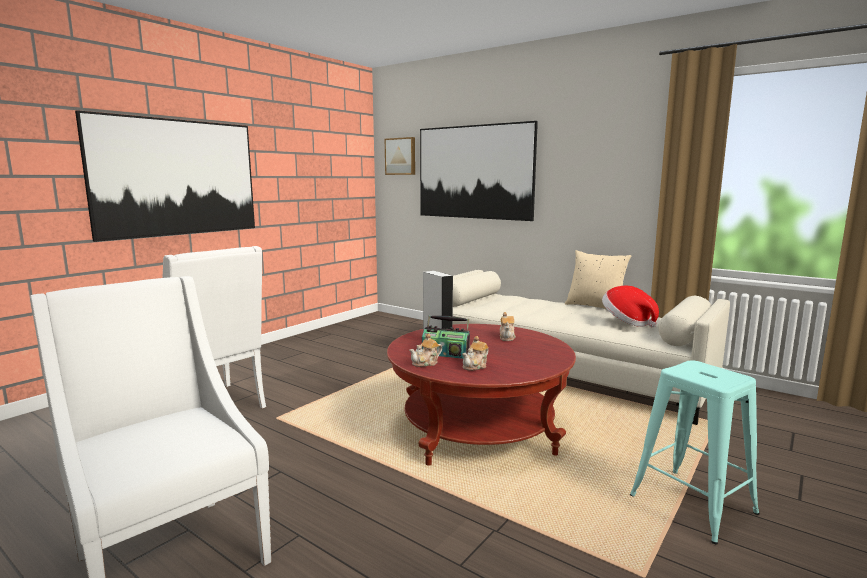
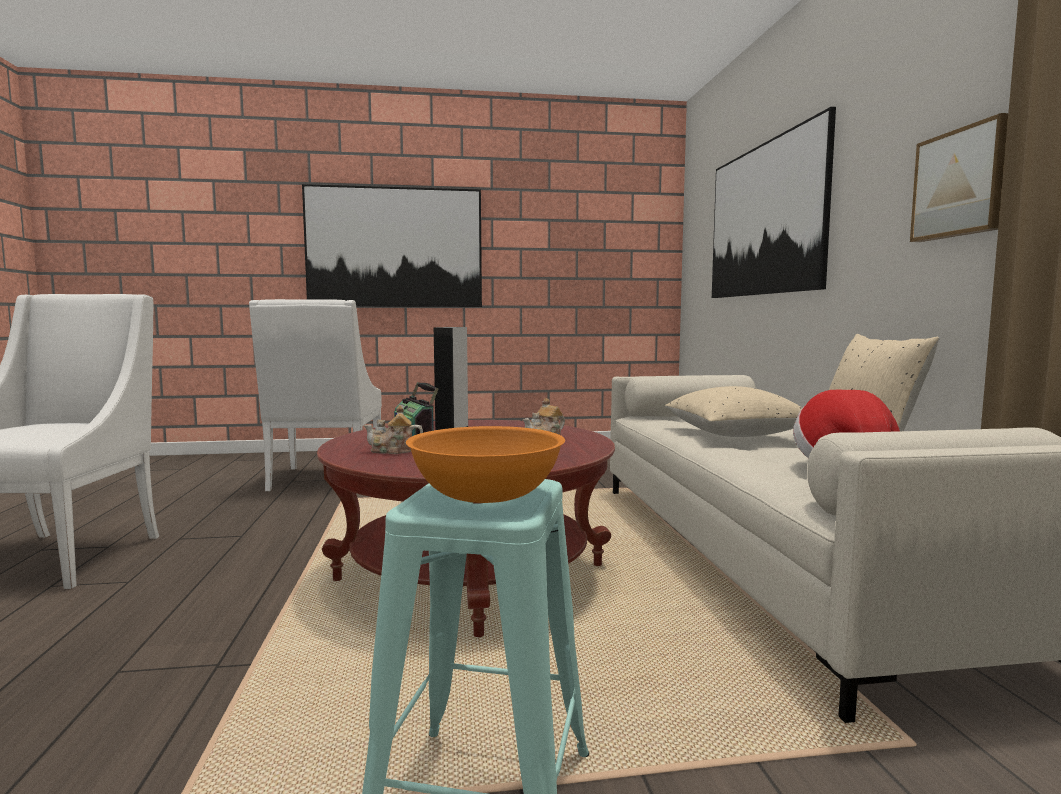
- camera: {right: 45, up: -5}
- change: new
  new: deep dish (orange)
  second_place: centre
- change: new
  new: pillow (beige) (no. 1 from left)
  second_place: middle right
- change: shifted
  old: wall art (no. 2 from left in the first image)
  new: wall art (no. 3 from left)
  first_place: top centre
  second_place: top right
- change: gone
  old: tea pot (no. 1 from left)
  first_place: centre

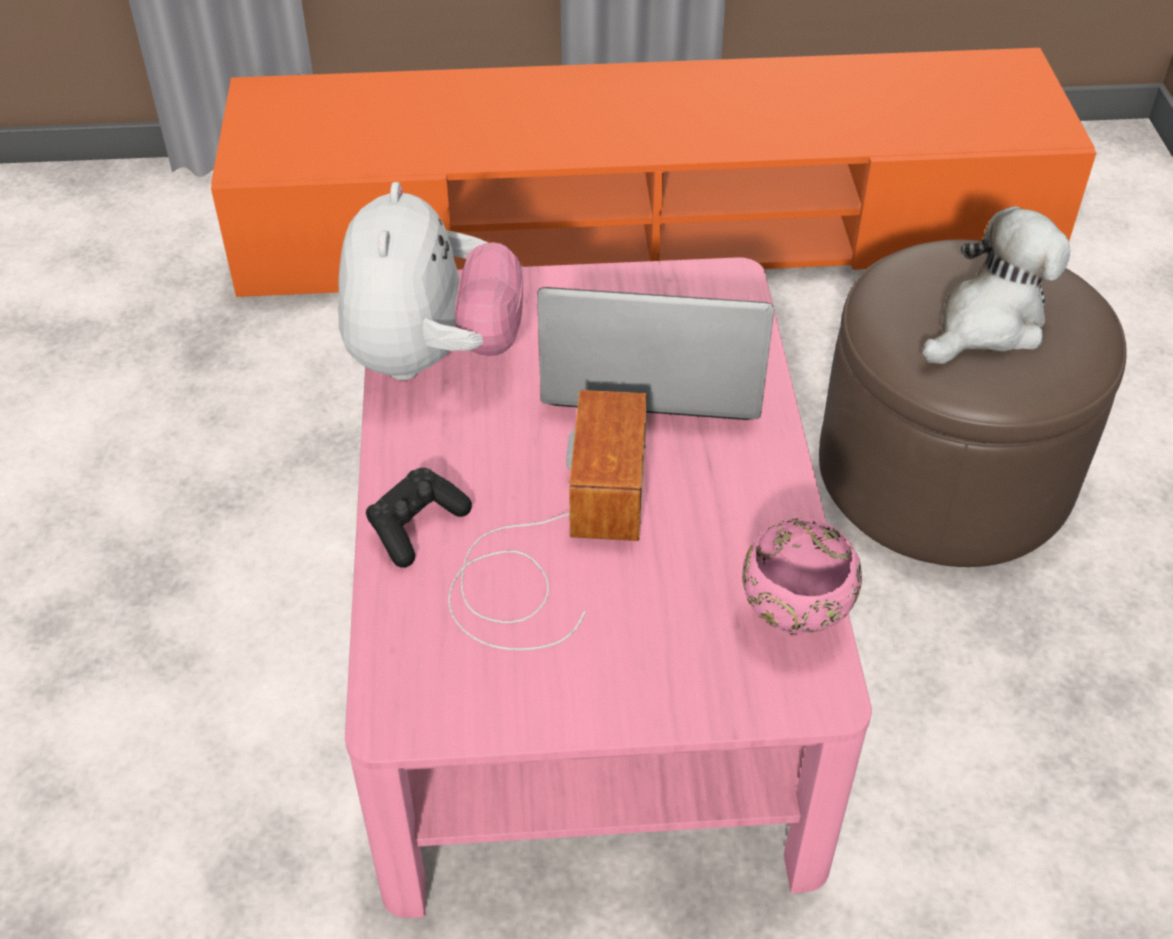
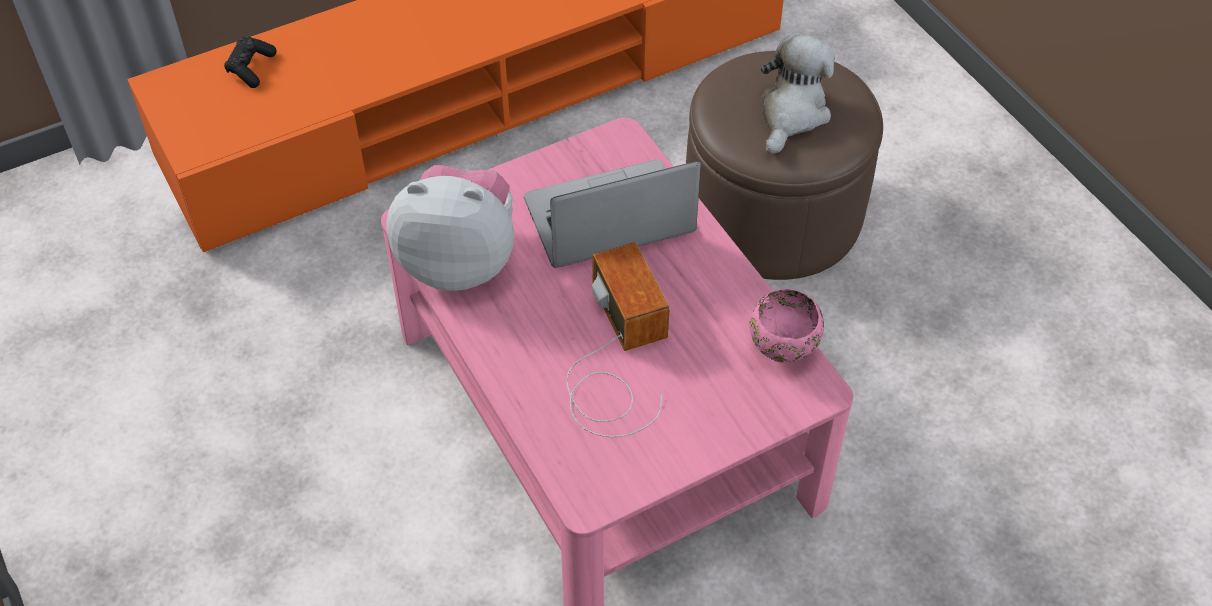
- camera: {right: -25, up: 5}
- change: shifted
  old: game controller (black)
  first_place: centre
  second_place: top left
- change: rotated
  old: cuddly toy (no. 1 from left)
  first_place: top centre
  second_place: centre
  degrees: -60

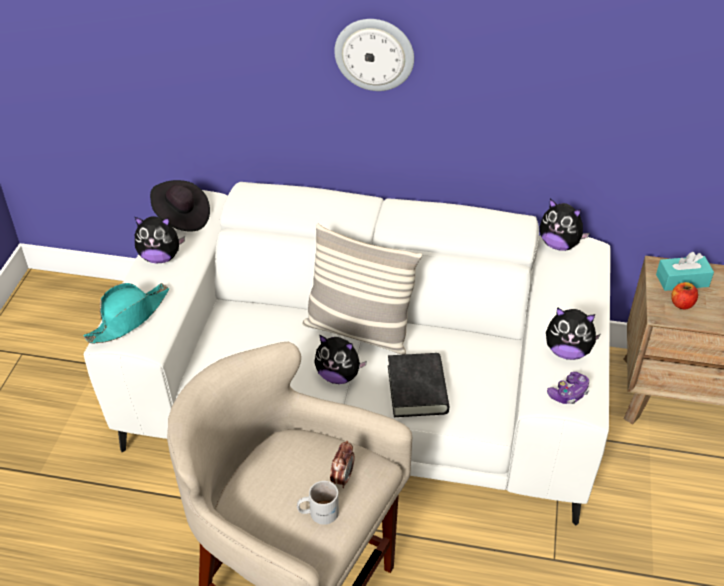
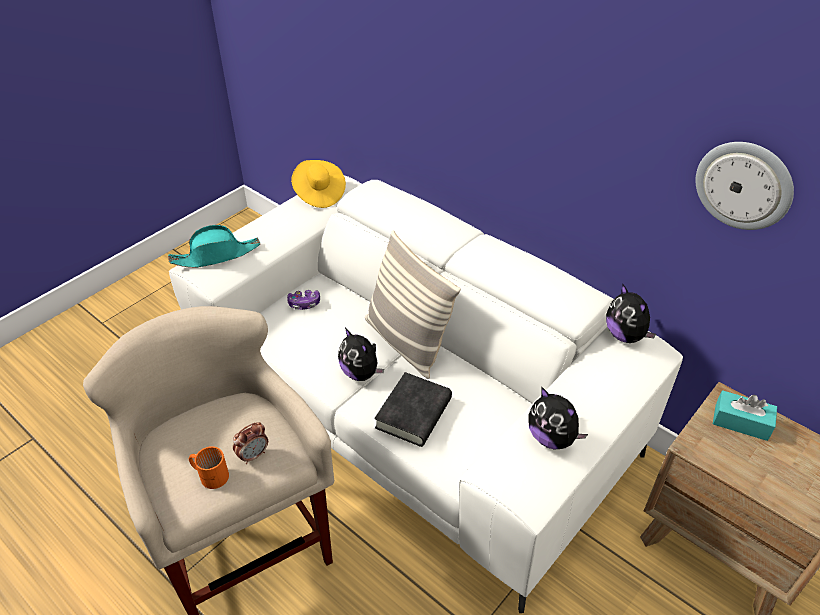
- camera: {right: 30, up: 0}
- change: repainted
  old: coffee mug (whitish)
  new: coffee mug (orange)
  first_place: bottom centre
  second_place: bottom left
- change: shifted
  old: game controller
  first_place: middle right
  second_place: centre
- change: repainted
  old: hat (black)
  new: hat (yellow-coloured)
  first_place: middle left
  second_place: top centre
- change: shifted
  old: hanging clock
  first_place: top centre
  second_place: top right
- change: gone
  old: cuddly toy (no. 1 from left)
  first_place: middle left
- change: gone
  old: apple fruit
  first_place: middle right

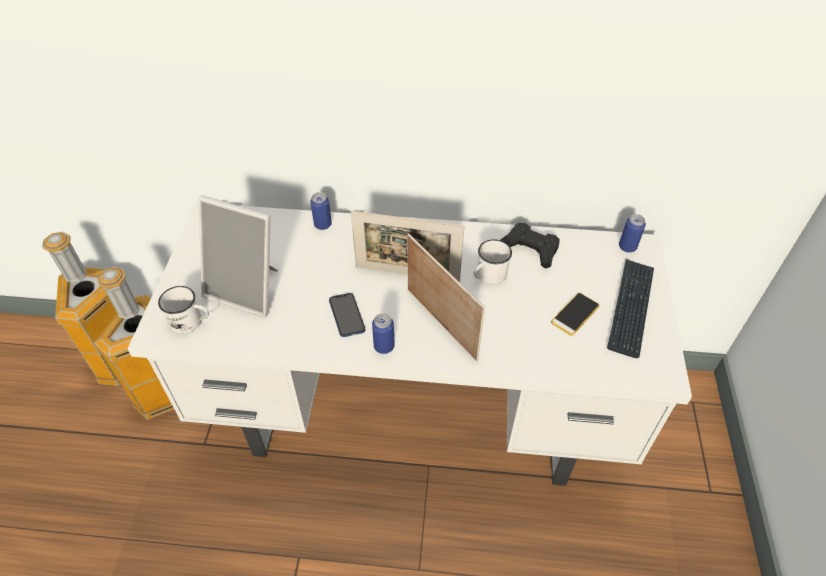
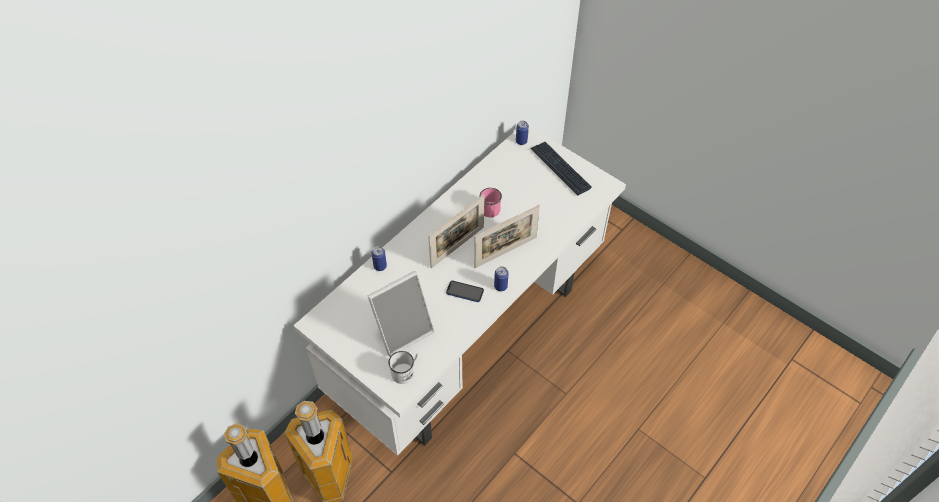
- camera: {right: -55, up: 5}
- change: rotated
  old: photo frame (no. 3 from left)
  first_place: centre
  second_place: centre
  degrees: 150
- change: repainted
  old: coffee mug (whitish) (no. 2 from left)
  new: coffee mug (pinkish)
  first_place: centre
  second_place: centre
- change: gone
  old: game controller (black)
  first_place: centre
- change: gone
  old: handset (no. 2 from left)
  first_place: middle right

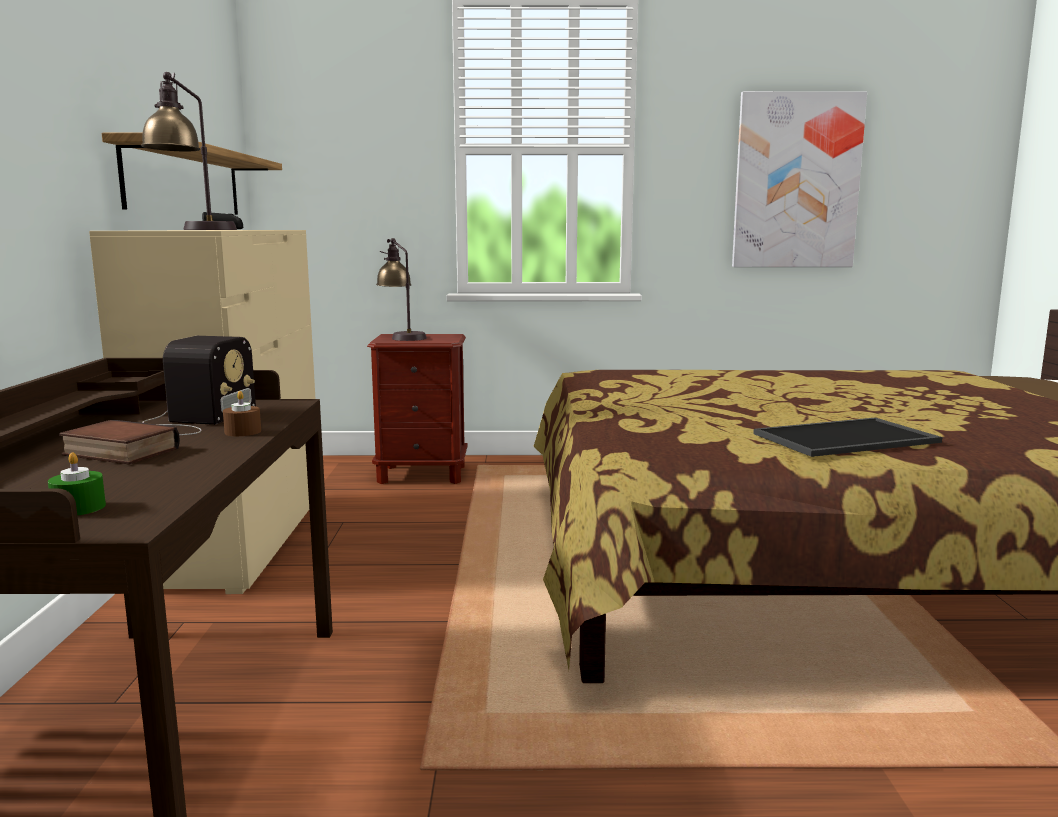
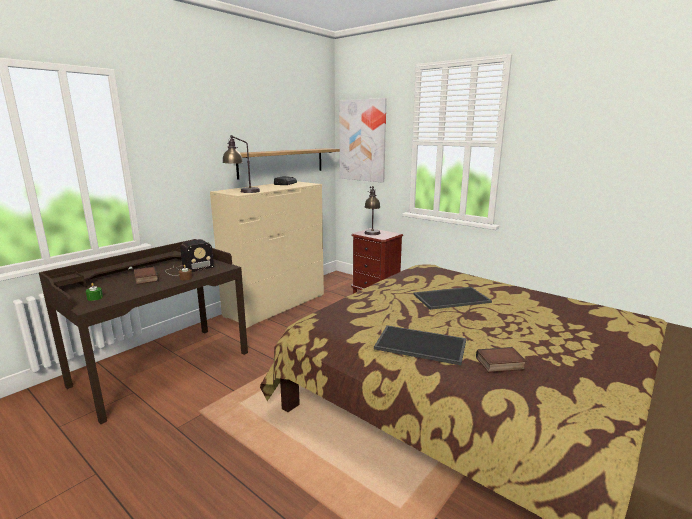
- camera: {right: 40, up: 5}
- change: shifted
  old: wall art
  first_place: top right
  second_place: top centre
- change: new
  new: tray (no. 2 from left)
  second_place: centre
- change: new
  new: volume (no. 2 from left)
  second_place: bottom right

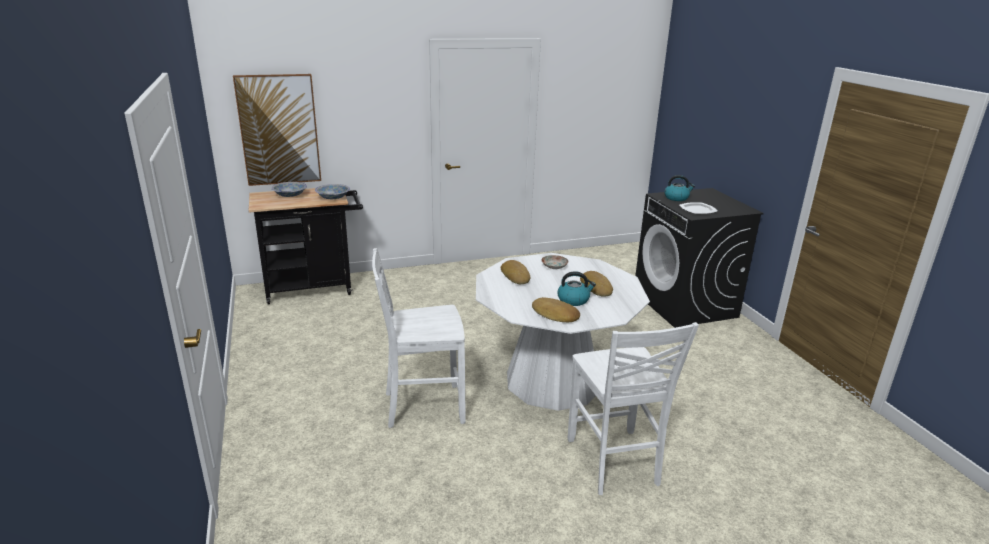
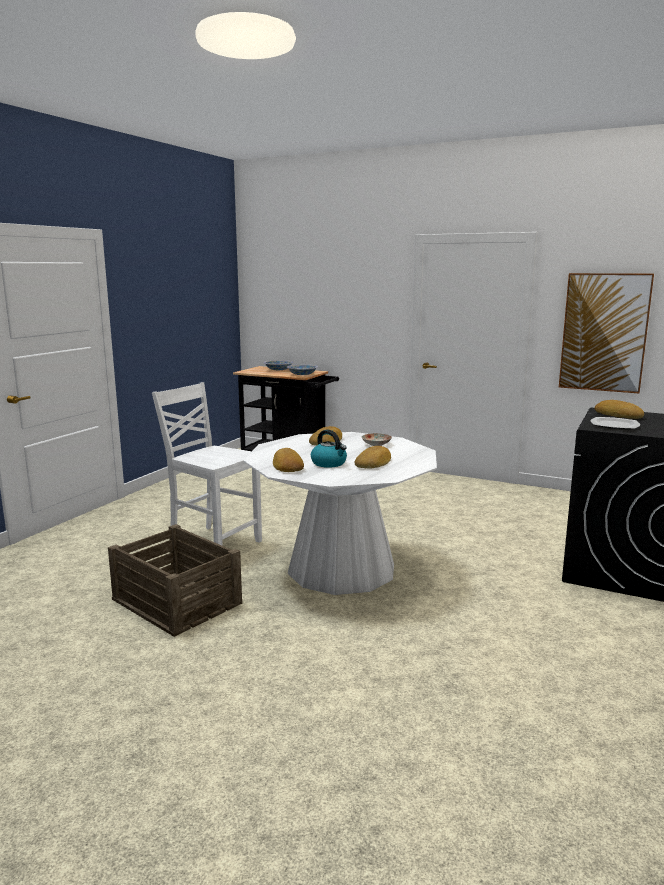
- camera: {right: 45, up: -10}
- change: new
  new: crate
  second_place: middle left
- change: shifted
  old: wall art
  first_place: top left
  second_place: middle right
- change: swapped
  old: tea kettle (no. 2 from left)
  new: baked bread (no. 4 from left)
  first_place: middle right
  second_place: middle right
- change: gone
  old: chair (whitish) (no. 2 from left)
  first_place: bottom centre

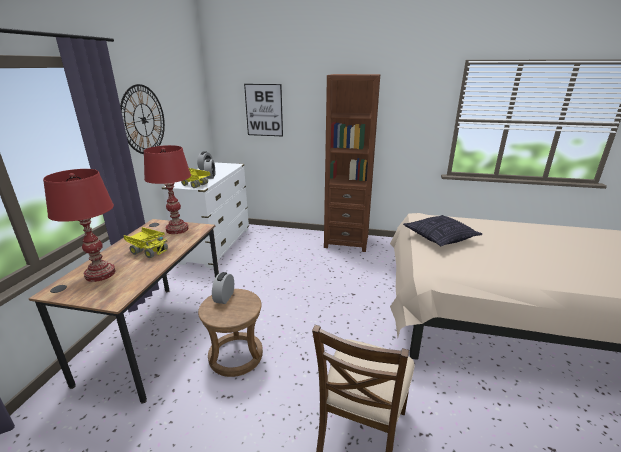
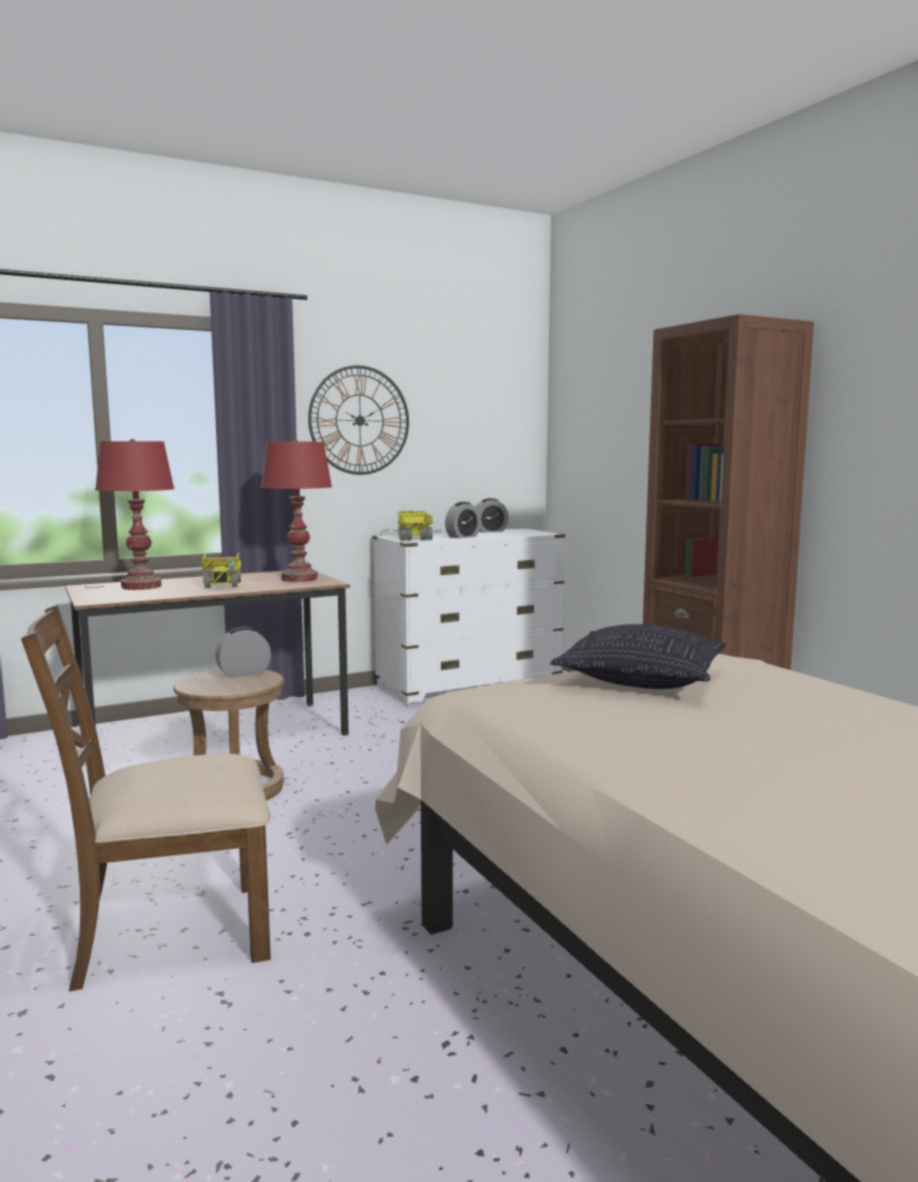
- camera: {right: 50, up: -15}
- change: gone
  old: wall art
  first_place: top centre

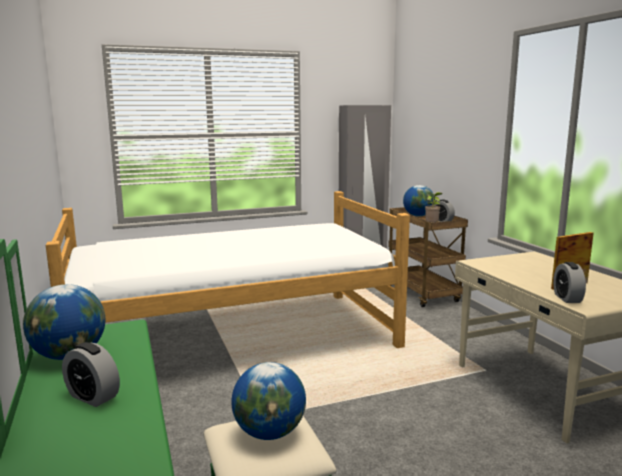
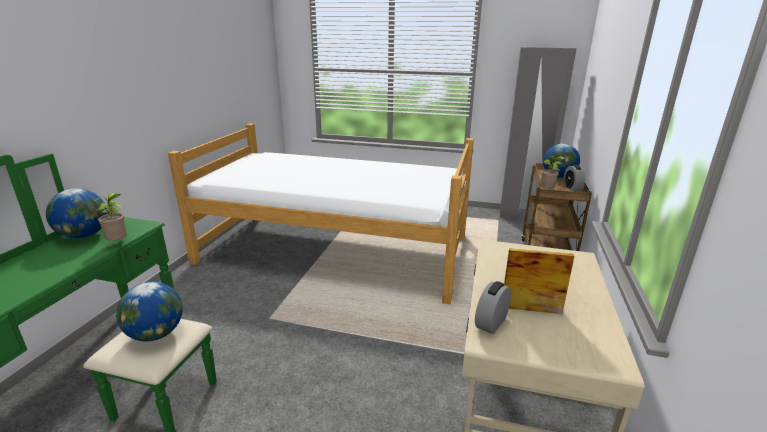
- camera: {right: 35, up: 10}
- change: new
  new: potted plant (no. 1 from left)
  second_place: middle left
- change: gone
  old: bedside clock (no. 1 from left)
  first_place: bottom left

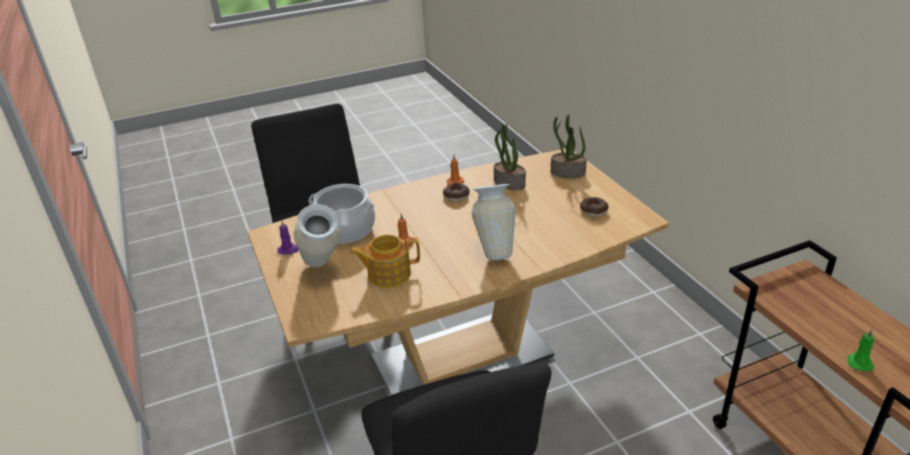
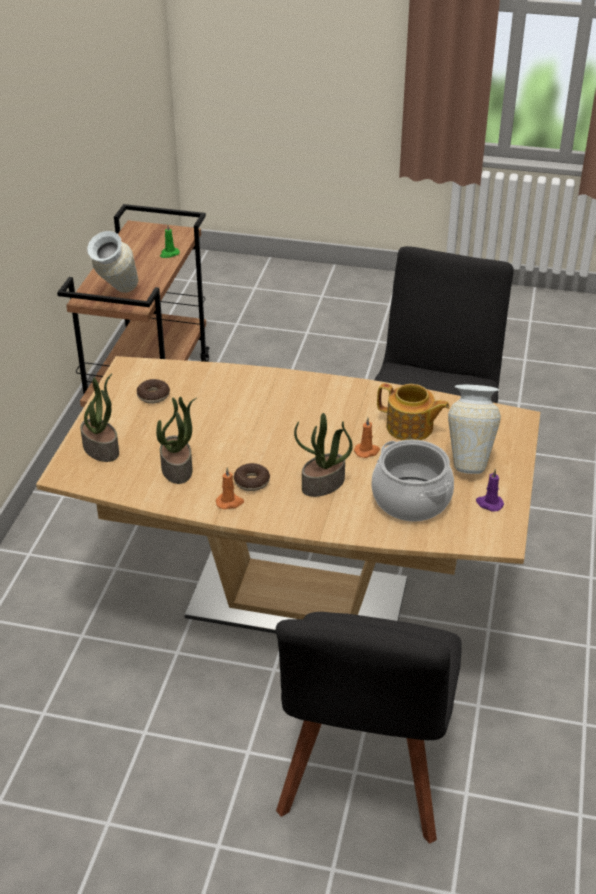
- camera: {right: -145, up: 5}
- change: shifted
  old: flower vase (no. 2 from left in the first image)
  new: flower vase (no. 1 from left)
  first_place: centre
  second_place: top left
- change: new
  new: potted plant (no. 3 from left)
  second_place: centre

